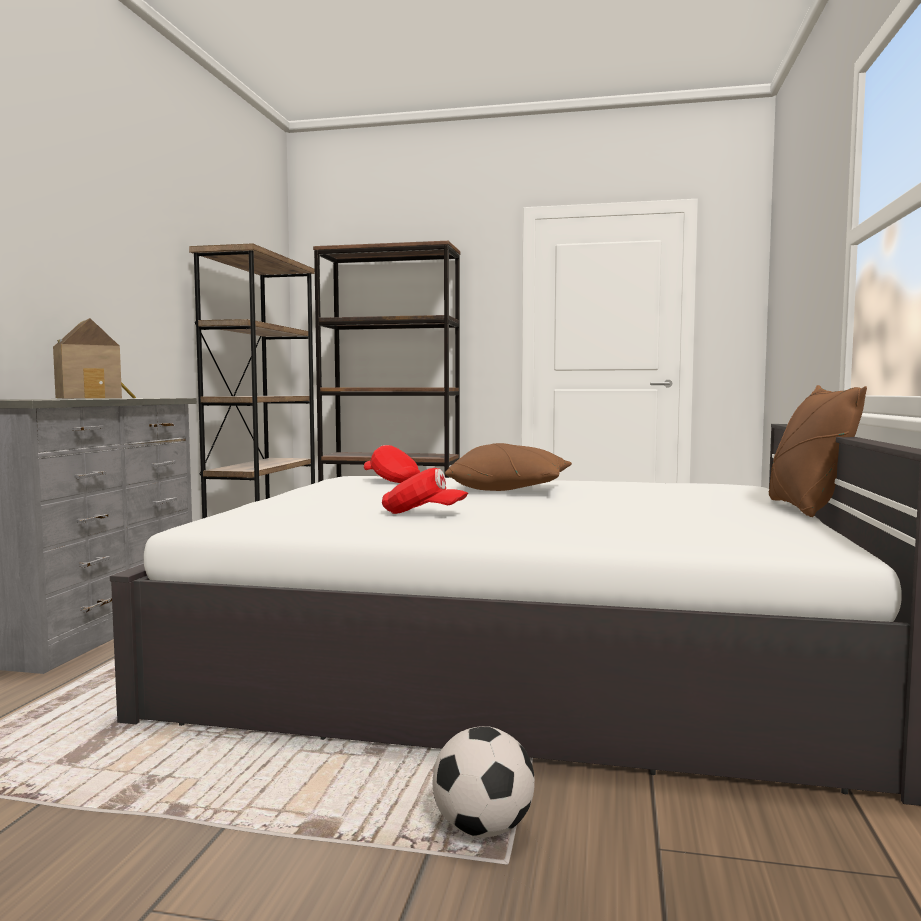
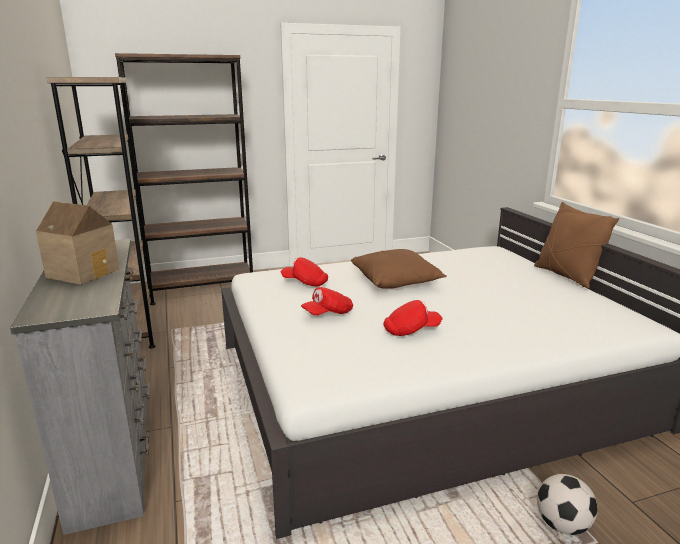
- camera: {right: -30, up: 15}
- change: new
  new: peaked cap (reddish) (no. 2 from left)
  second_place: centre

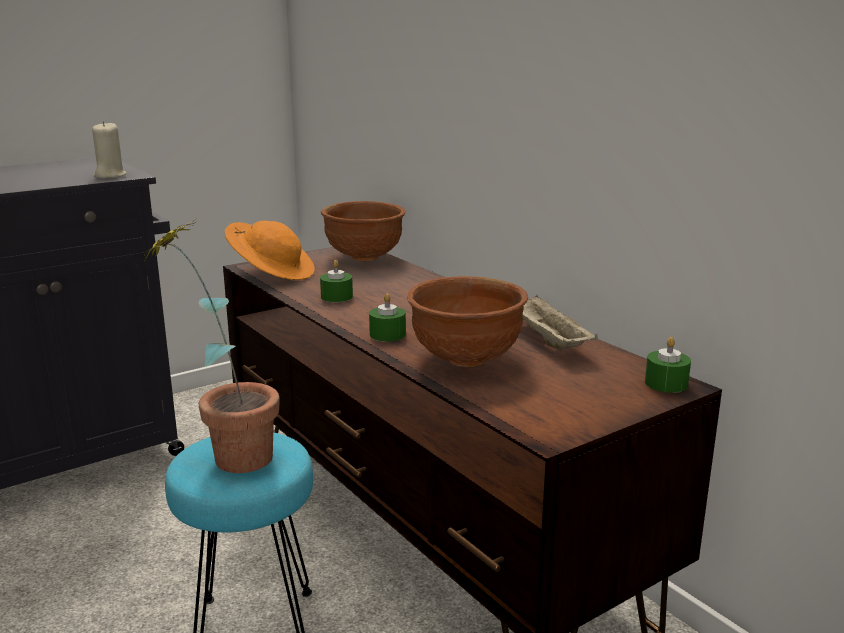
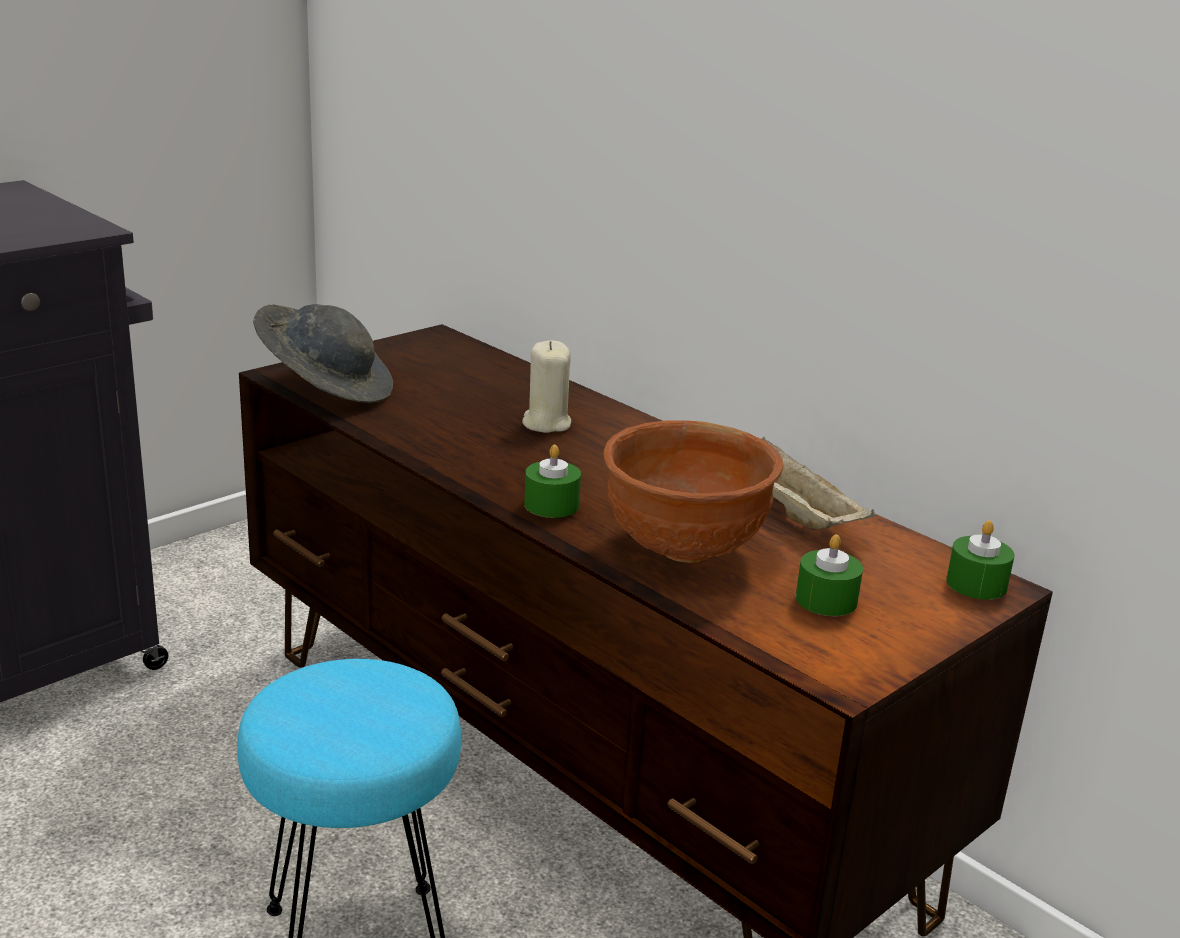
- camera: {right: -10, up: 5}
- change: repainted
  old: hat (orange)
  new: hat (grey)
  first_place: middle left
  second_place: middle left
- change: shifted
  old: candle (beige)
  first_place: top left
  second_place: centre
- change: shifted
  old: candle (green-coloured) (no. 1 from left in the first image)
  new: candle (green-coloured) (no. 2 from left)
  first_place: centre
  second_place: middle right
- change: gone
  old: potted plant
  first_place: middle left
- change: gone
  old: deep dish (brown-coloured) (no. 1 from left)
  first_place: centre

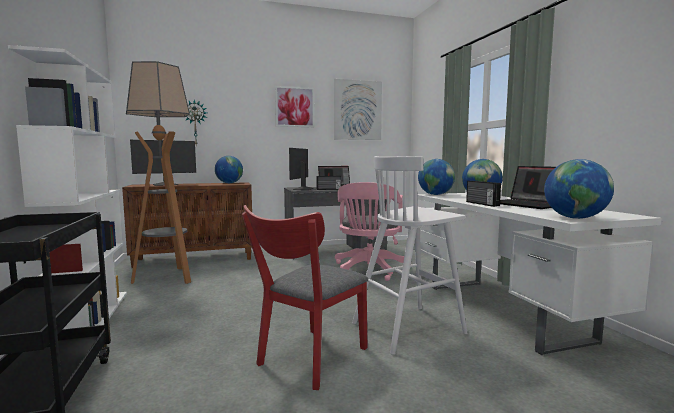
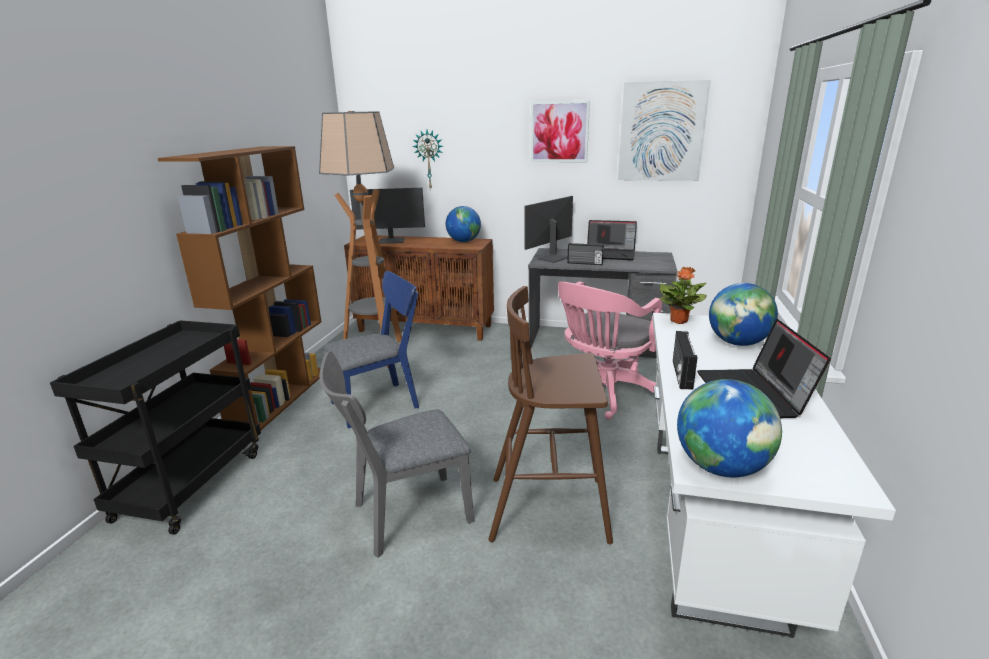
- camera: {right: 30, up: 15}
- change: repainted
  old: bookcase (whitish)
  new: bookcase (brown-coloured)
  first_place: middle left
  second_place: middle left
- change: repainted
  old: chair (reddish)
  new: chair (grey)
  first_place: bottom centre
  second_place: bottom centre
- change: new
  new: chair (blue-coloured)
  second_place: centre
- change: repainted
  old: stool seat (whitish)
  new: stool seat (brown-coloured)
  first_place: centre
  second_place: centre
- change: swapped
  old: globe (no. 2 from left)
  new: potted plant
  first_place: centre
  second_place: middle right

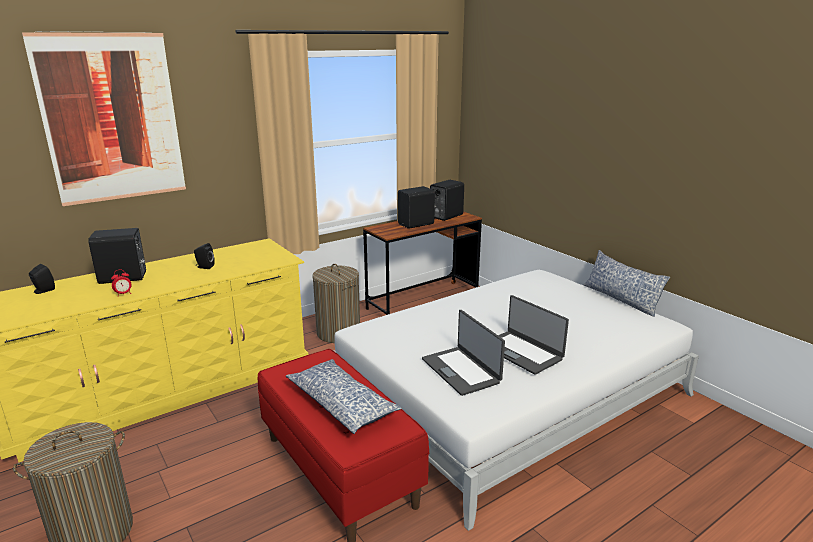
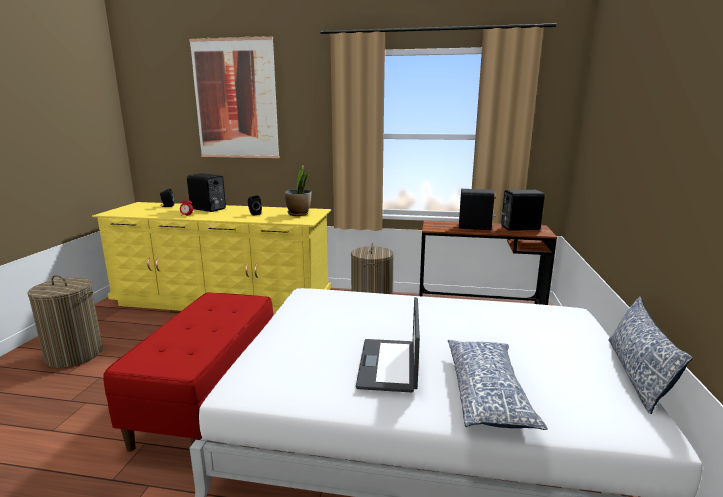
- camera: {right: 45, up: -5}
- change: new
  new: potted plant
  second_place: centre
- change: shifted
  old: pillow (no. 1 from left)
  first_place: bottom centre
  second_place: bottom right
- change: gone
  old: laptop (no. 1 from left)
  first_place: centre

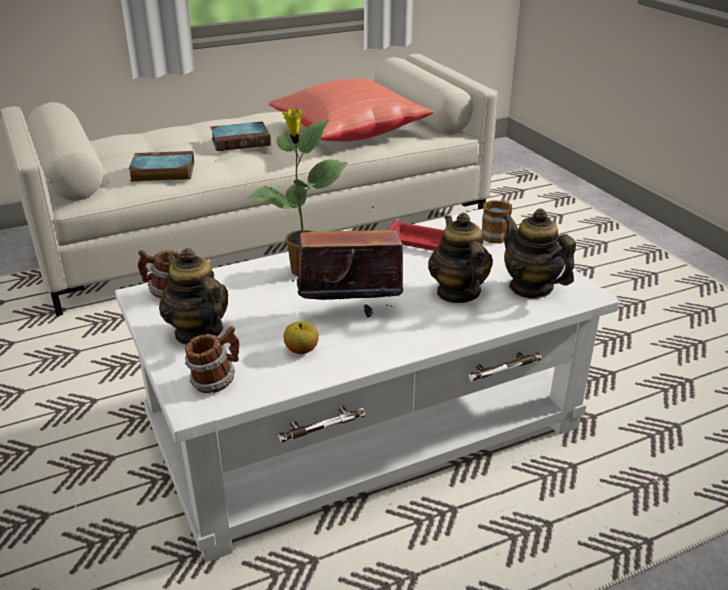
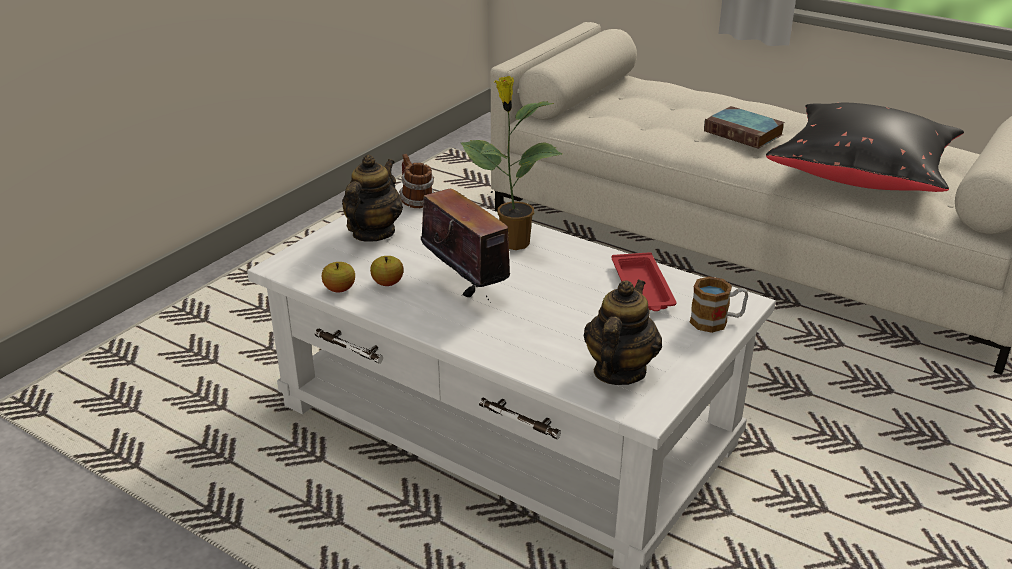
- camera: {right: 60, up: 0}
- change: new
  new: apple fruit (no. 1 from left)
  second_place: centre
- change: repainted
  old: pillow (reddish)
  new: pillow (black)
  first_place: top centre
  second_place: top right
- change: gone
  old: volume (no. 1 from left)
  first_place: top left
- change: gone
  old: coffee mug (no. 2 from left)
  first_place: middle left
- change: gone
  old: tea pot (no. 2 from left)
  first_place: centre

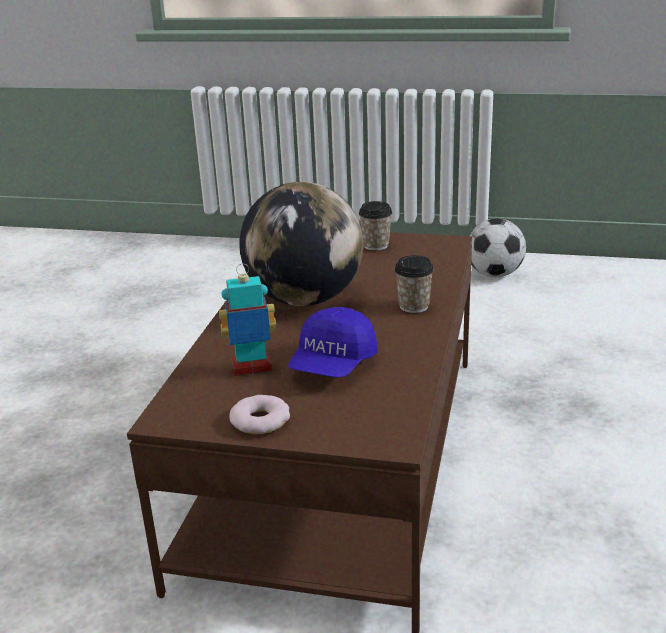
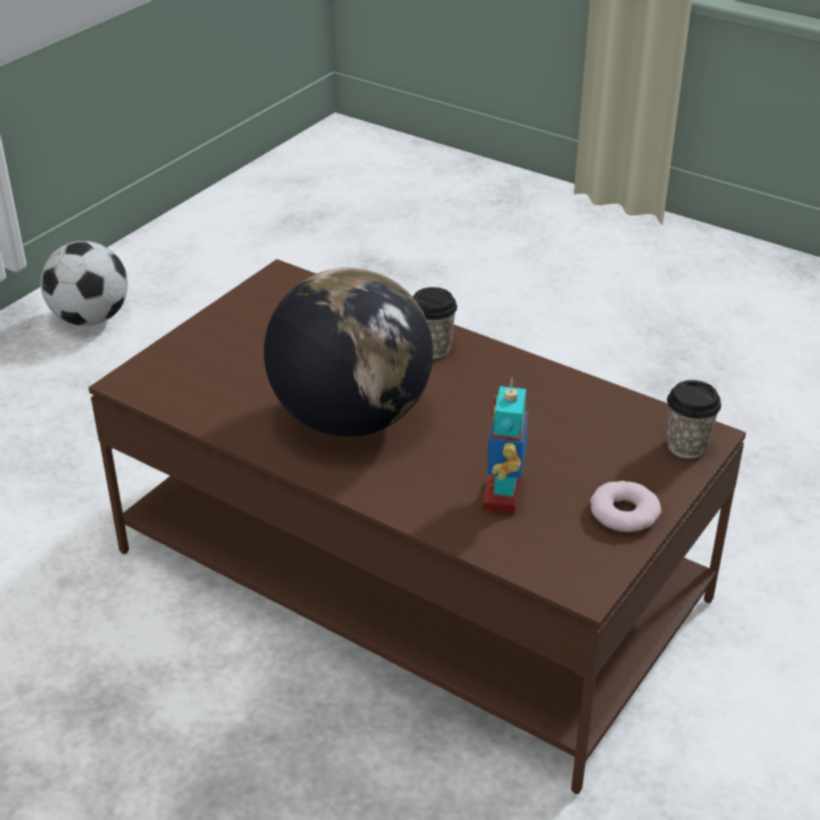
- camera: {right: -70, up: 10}
- change: shifted
  old: drinking cup (no. 1 from left in the first image)
  new: drinking cup (no. 2 from left)
  first_place: centre
  second_place: middle right
- change: gone
  old: peaked cap (blue-coloured)
  first_place: centre

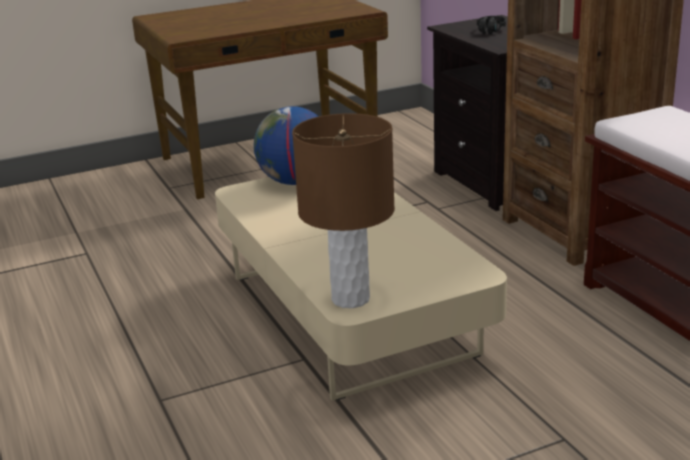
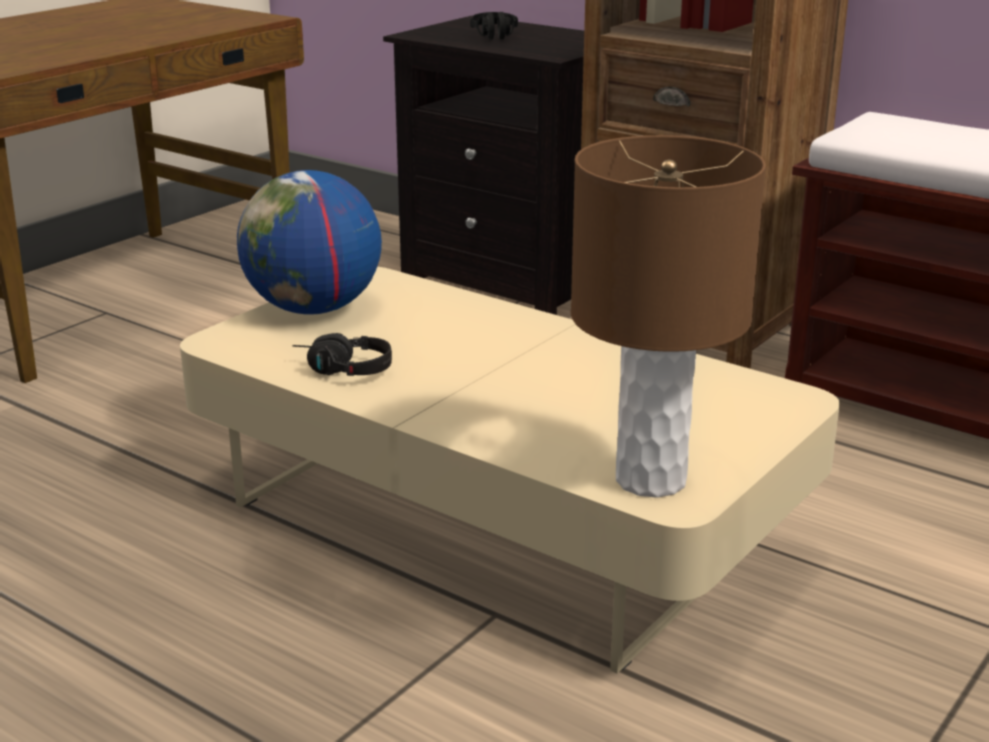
- camera: {right: -30, up: 0}
- change: new
  new: headphones (black) (no. 1 from left)
  second_place: centre

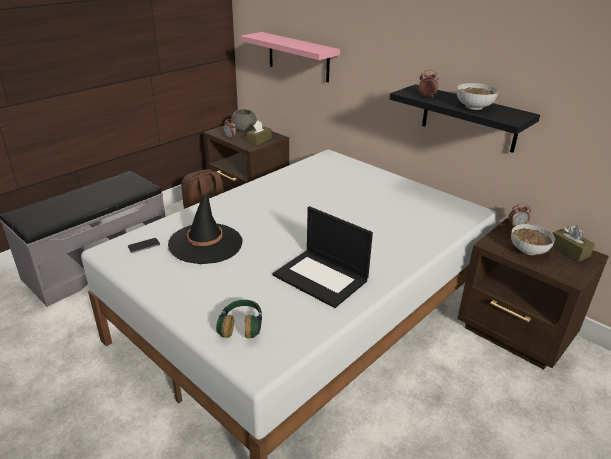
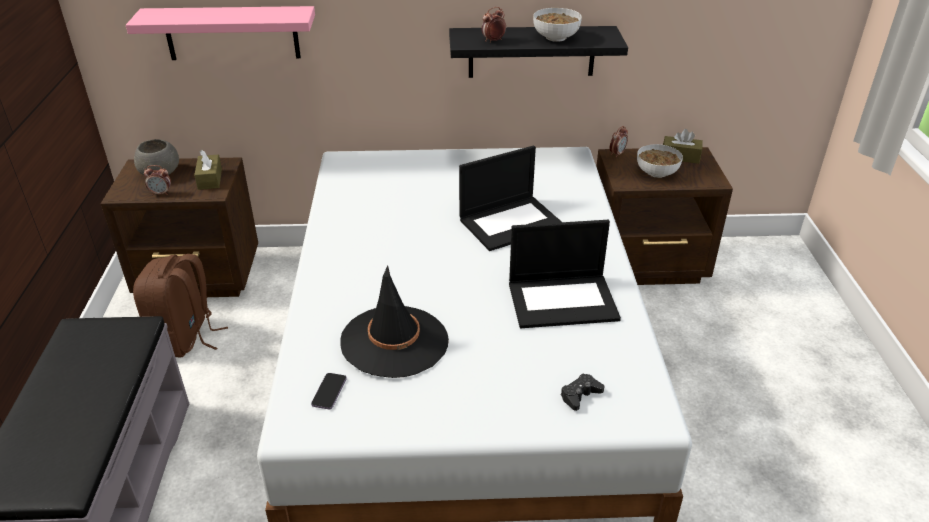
- camera: {right: -45, up: 5}
- change: new
  new: laptop (no. 1 from left)
  second_place: centre
- change: swapped
  old: headphones
  new: game controller (black)
  first_place: bottom centre
  second_place: bottom centre

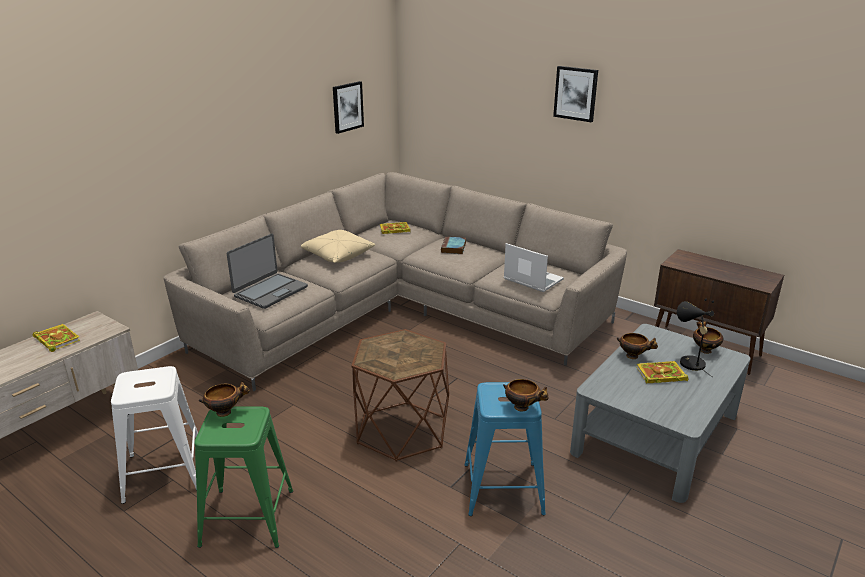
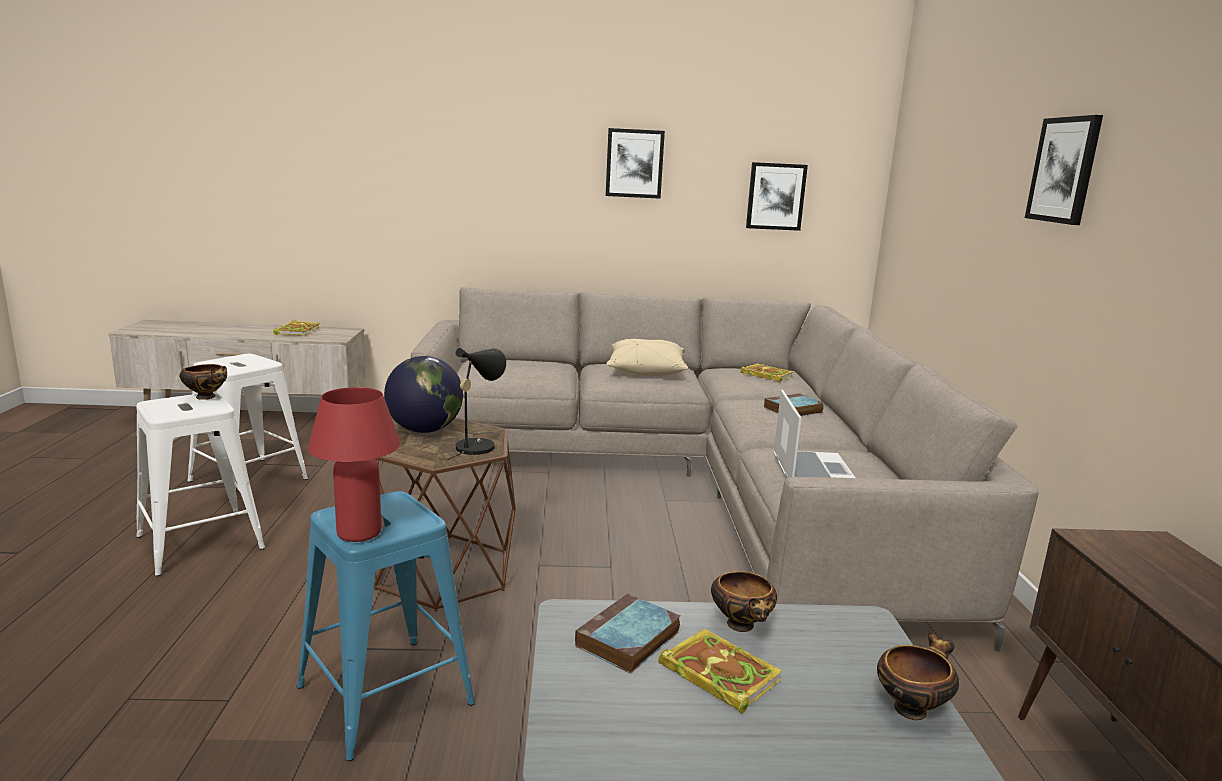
- camera: {right: 50, up: -10}
- change: repainted
  old: stool seat (green-coloured)
  new: stool seat (whitish) (no. 1 from left)
  first_place: bottom left
  second_place: middle left
- change: swapped
  old: deep dish (no. 2 from left)
  new: table lamp (reddish)
  first_place: bottom centre
  second_place: middle left
- change: new
  new: globe
  second_place: centre
- change: shifted
  old: table lamp (black)
  first_place: middle right
  second_place: centre
- change: new
  new: volume (no. 2 from left)
  second_place: bottom centre
- change: new
  new: wall art (no. 1 from left)
  second_place: top centre
- change: gone
  old: laptop (no. 1 from left)
  first_place: middle left

